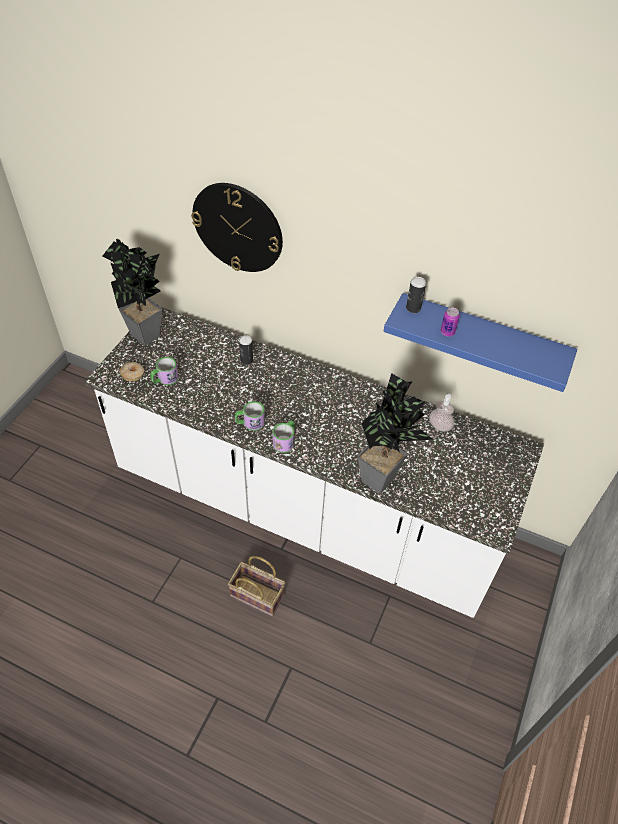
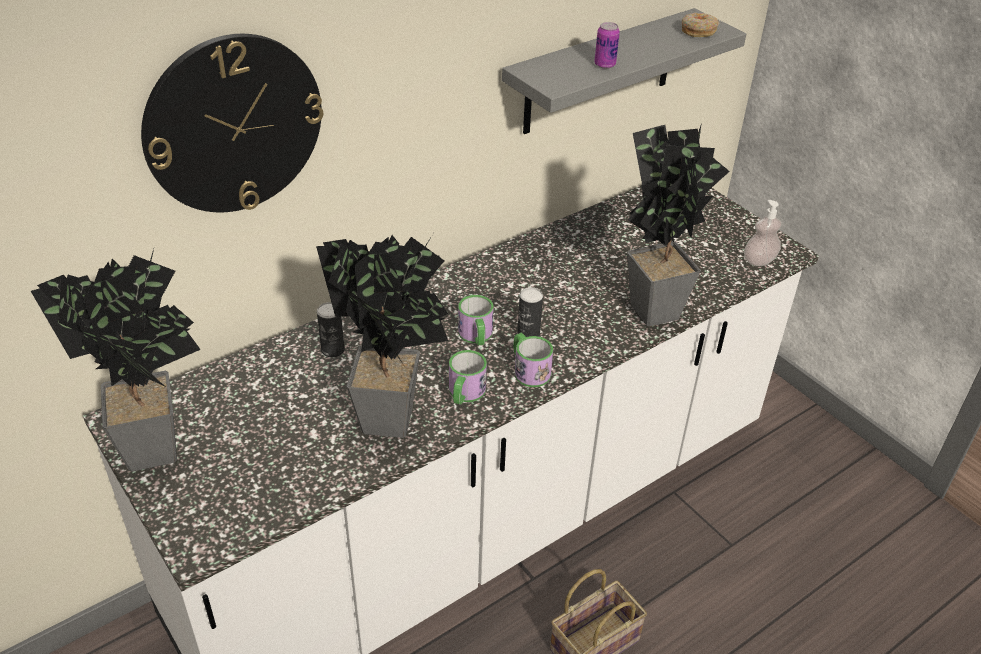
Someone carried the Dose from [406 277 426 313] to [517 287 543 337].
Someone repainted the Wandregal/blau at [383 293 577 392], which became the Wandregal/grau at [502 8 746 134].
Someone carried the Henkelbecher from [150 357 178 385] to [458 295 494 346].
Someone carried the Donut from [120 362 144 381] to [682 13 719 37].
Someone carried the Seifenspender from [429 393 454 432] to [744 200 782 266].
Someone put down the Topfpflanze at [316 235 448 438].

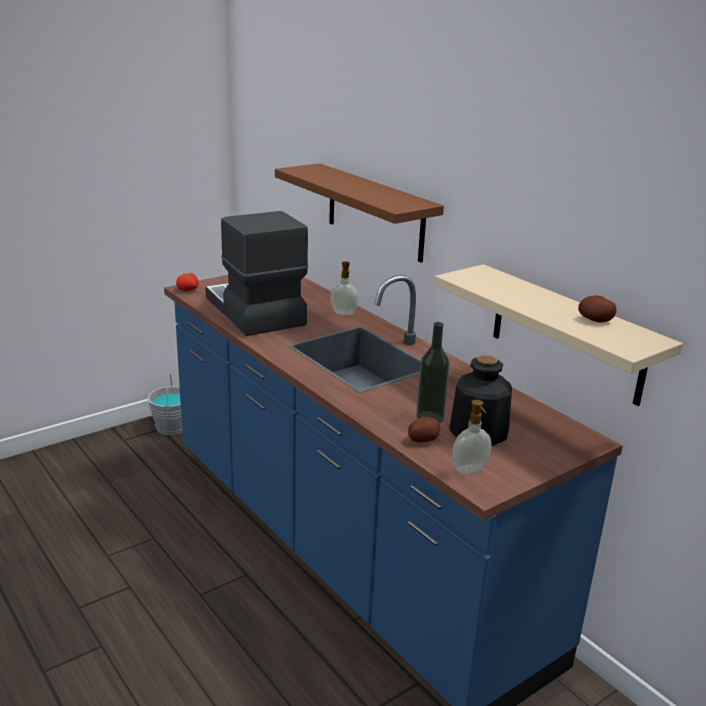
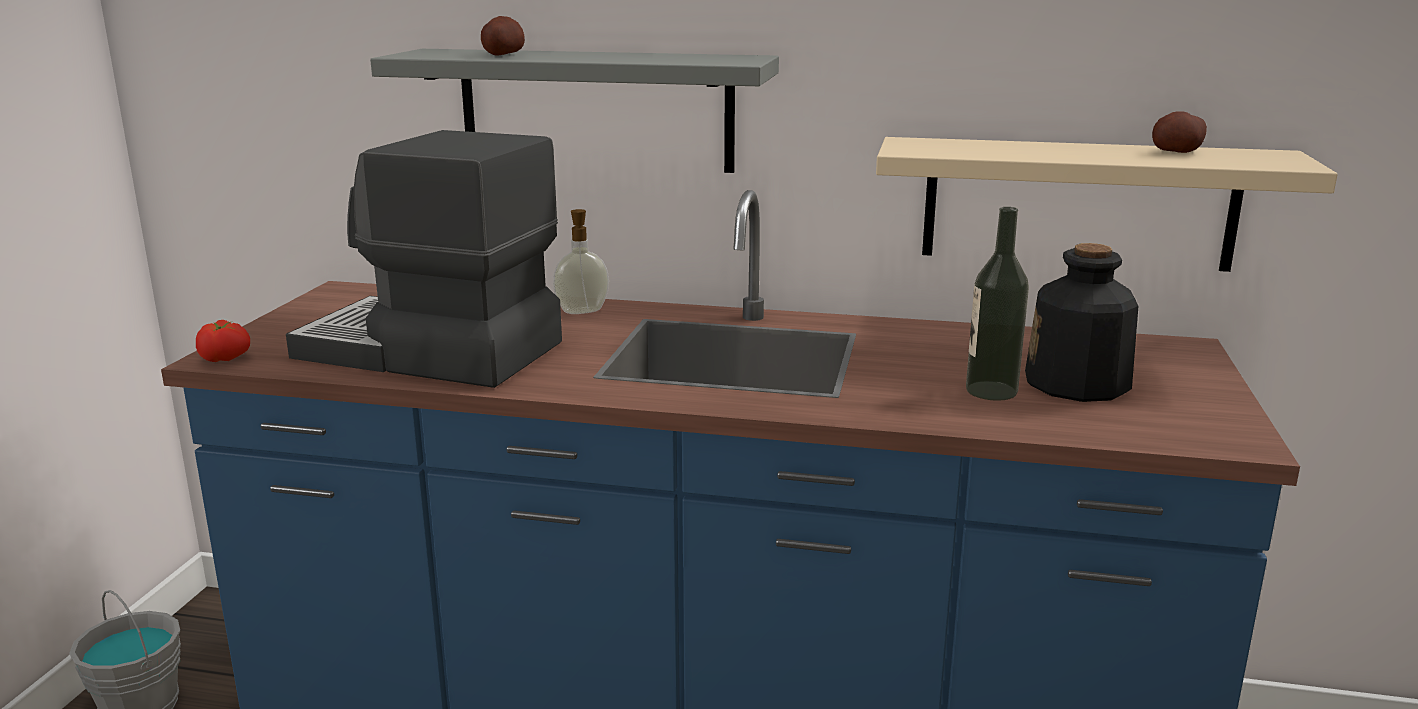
Someone repainted the Wandregal/braun at [275 163 444 263], which became the Wandregal/grau at [370 49 779 173].
Someone took away the Seifenspender at [452 400 492 474].
Someone carried the Kartoffel from [408 417 440 442] to [481 16 525 56].

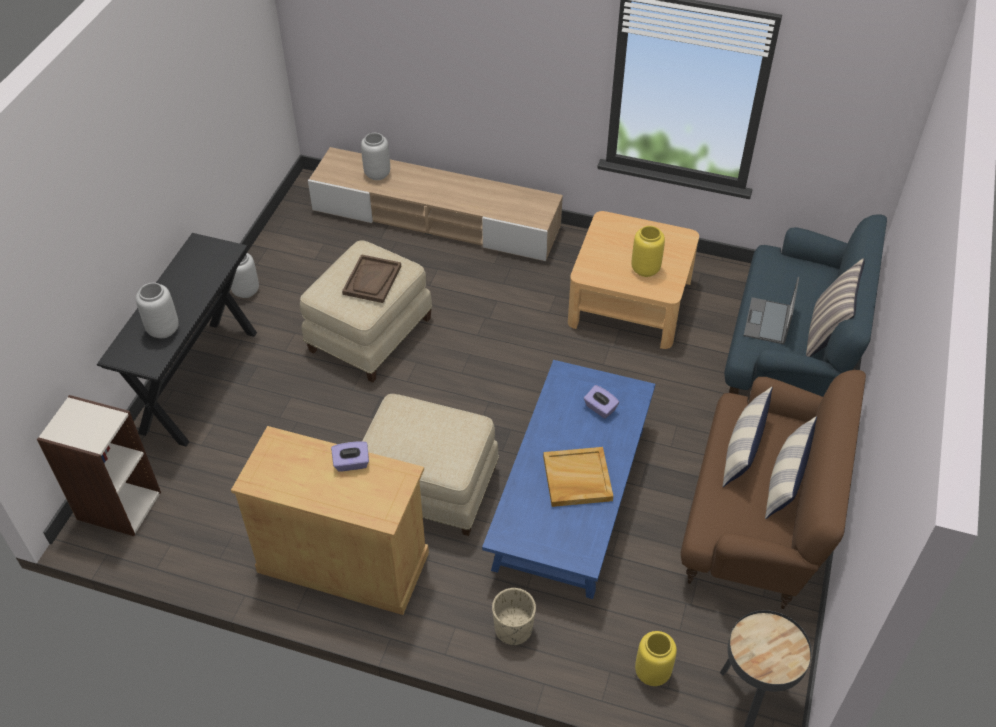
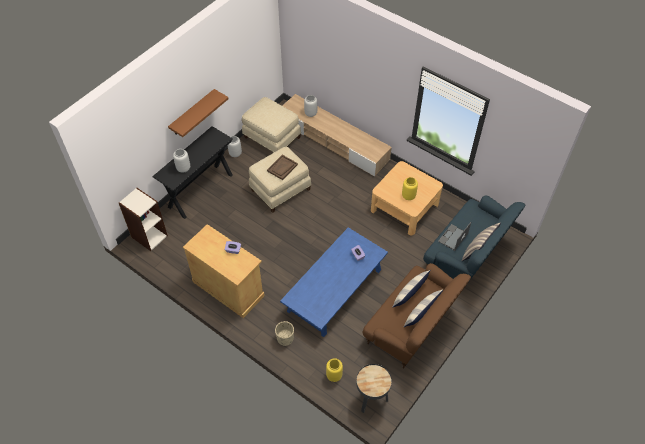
Someone carried the Polsterhocker/beige from [362 394 499 536] to [242 97 301 152].
Someone took away the Tablett/beige at [543 447 613 507].
Someone put up the Wandregal/braun at [168 89 229 137].

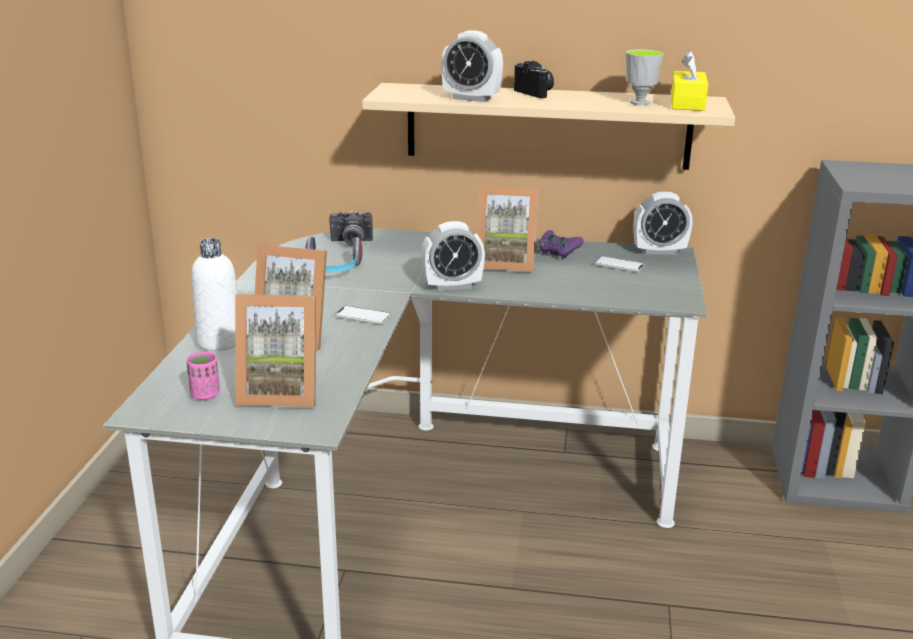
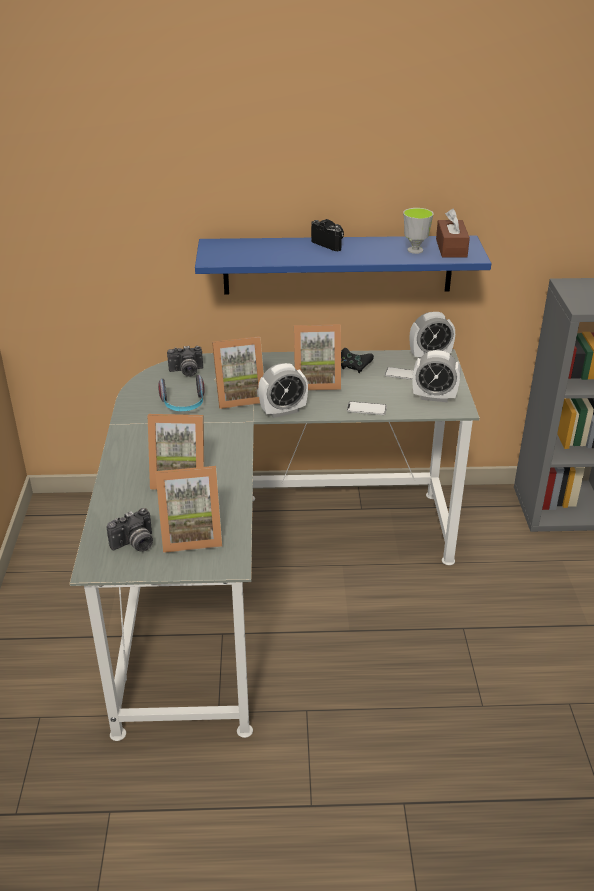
Someone carried the Wecker from [441 30 503 102] to [413 350 461 402].
Someone repainted the Taschentuchbox/gelb at [671 51 708 111], which became the Taschentuchbox/braun at [436 209 470 258].
Someone repainted the Wandregal/beige at [362 83 735 170], which became the Wandregal/blau at [195 236 491 295].
Someone repainted the Gamepad/lila at [539 230 584 260], which became the Gamepad/schwarz at [341 348 374 373].
Someone took away the Flasche/weiß at [191 238 238 351].
Someone carried the Handy from [335 306 392 324] to [347 401 387 415].
Someone swapped the Tasse/rosa at [186 352 220 400] for the Kamera at [106 508 153 552].
Someone put down the Bilderrahmen at [212 336 264 409].

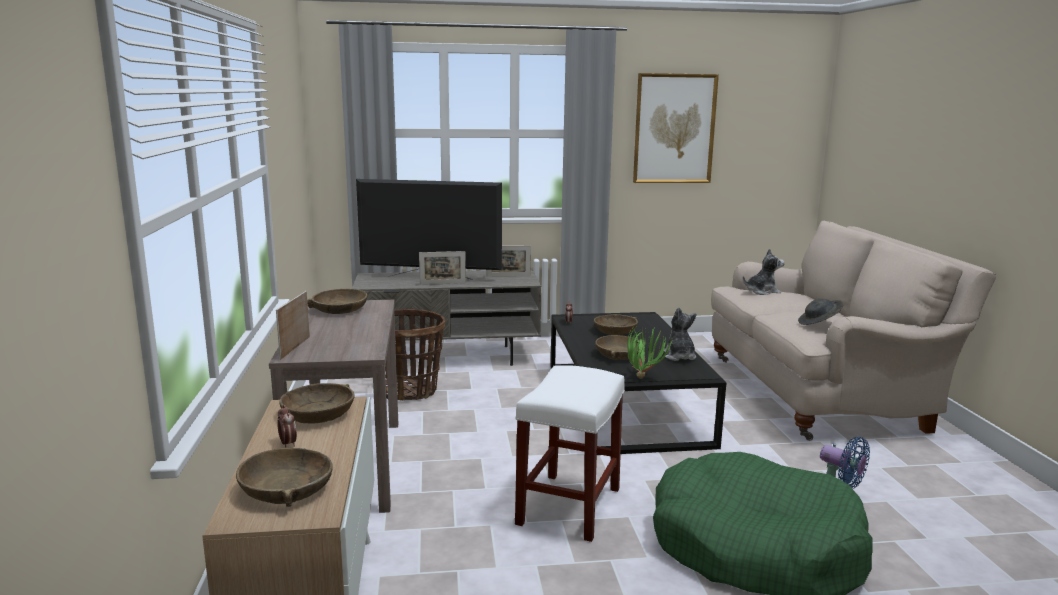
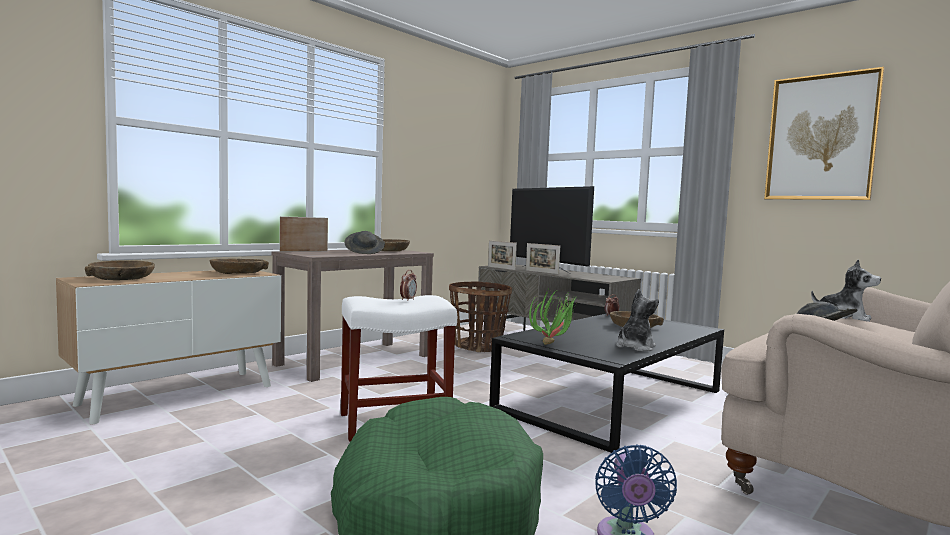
Someone carried the Bilderrahmen from [487 246 531 277] to [488 240 517 270].
Someone took away the Schüssel/braun at [595 335 643 360].
Someone carried the Wecker from [277 405 297 447] to [400 270 417 301].
Someone put down the Hut/grau at [344 231 385 254].

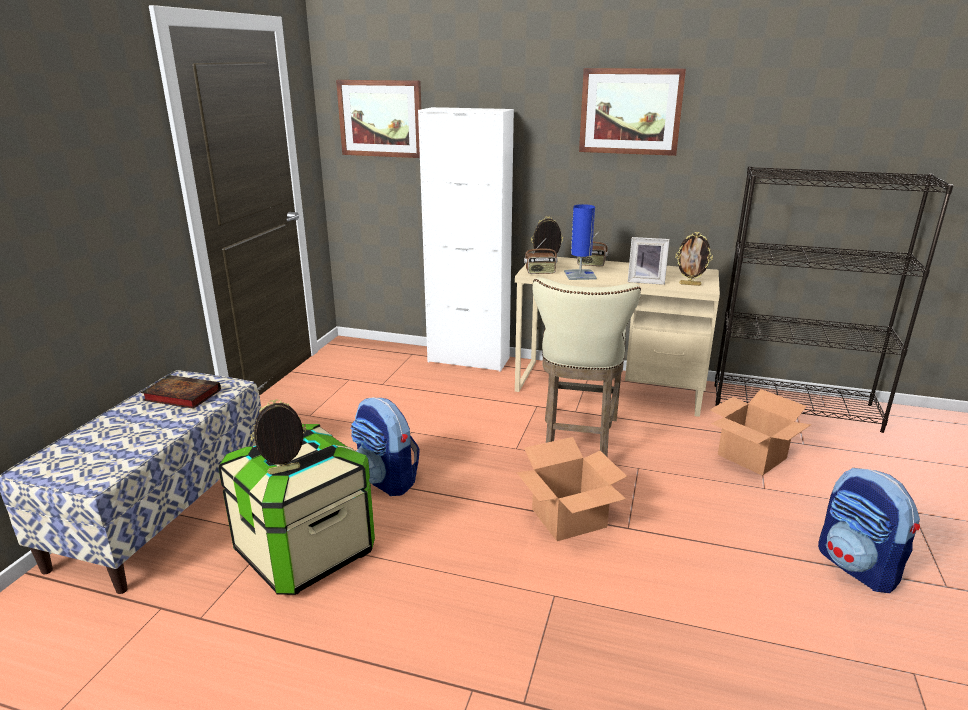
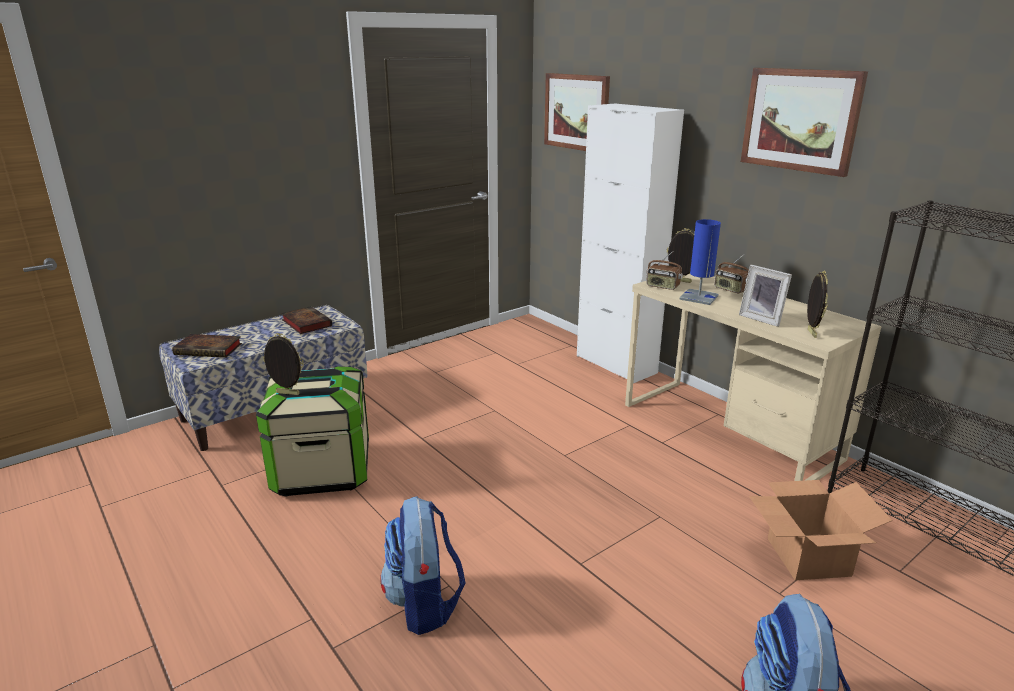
Someone rotated the Bilderrahmen at [675 232 713 286] by 135 degrees counterclockwise.
Someone took away the Hocker/beige at [532 277 641 457].
Someone carried the Rucksack from [350 397 420 496] to [380 496 466 635].
Someone took away the Karton at [517 437 627 541].
Someone put down the Buch at [172 334 242 358].

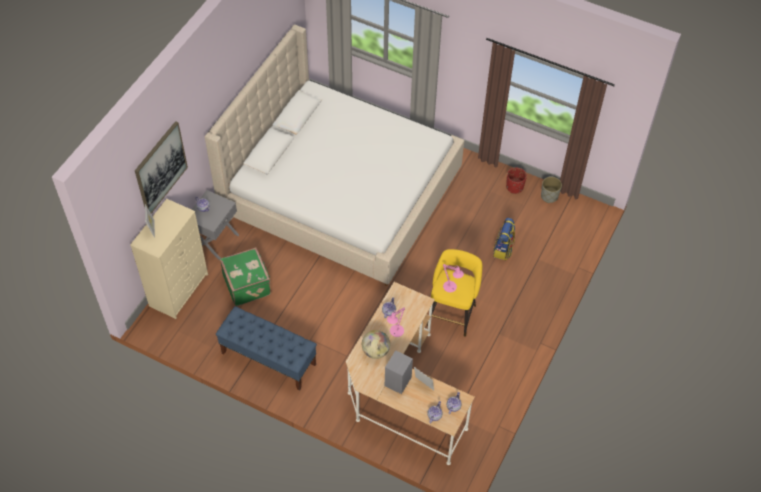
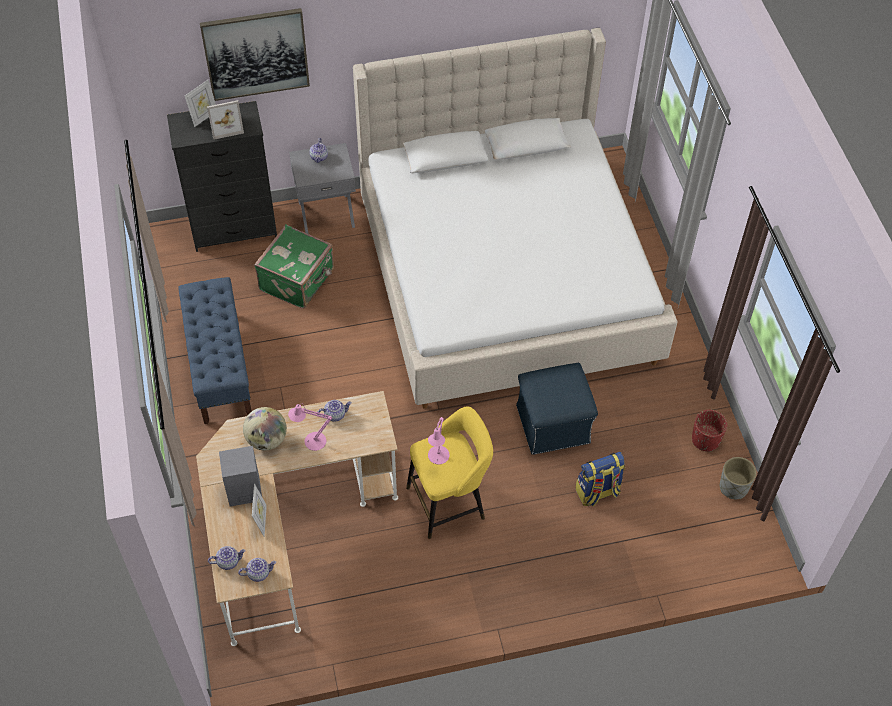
Someone repainted the Kommode/beige at [130 199 208 319], which became the Kommode/schwarz at [167 101 277 252].
Someone put down the Bilderrahmen at [207 100 244 140].
Someone put down the Polsterhocker/blau at [516 363 598 455].

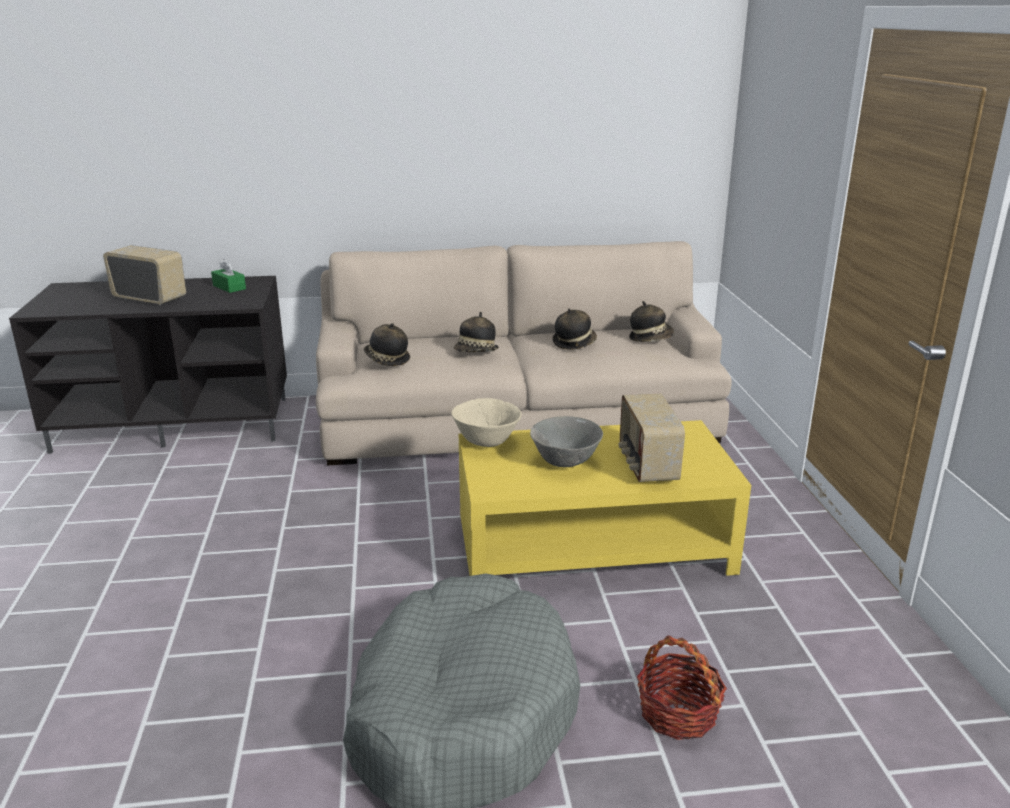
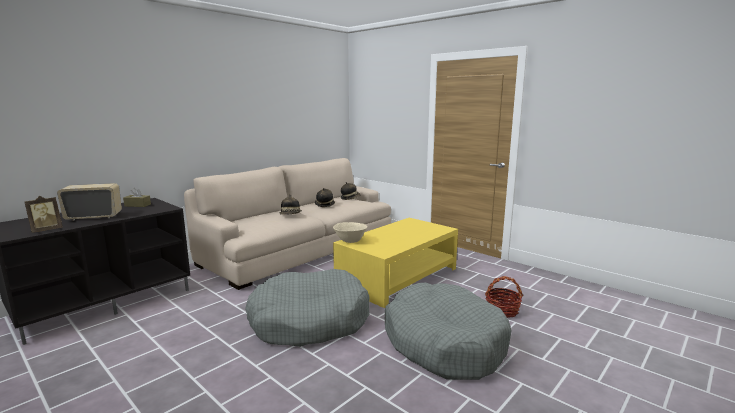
Someone repainted the Taschentuchbox/grün at [211 259 246 293], which became the Taschentuchbox/braun at [123 188 151 207].
Someone took away the Hut at [364 323 410 366].
Someone took away the Radio at [619 394 685 482].
Someone took away the Schüssel/grau at [530 416 603 467].
Someone put down the Bilderrahmen at [24 196 63 233].
Someone put down the Hundebett/grau at [245 269 370 347].

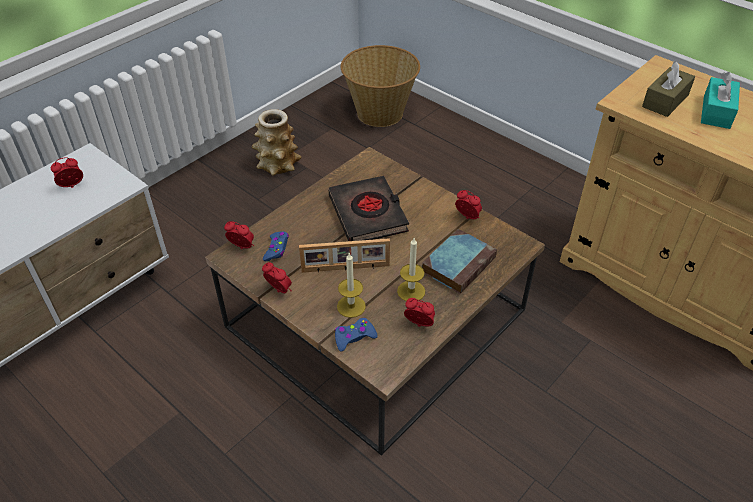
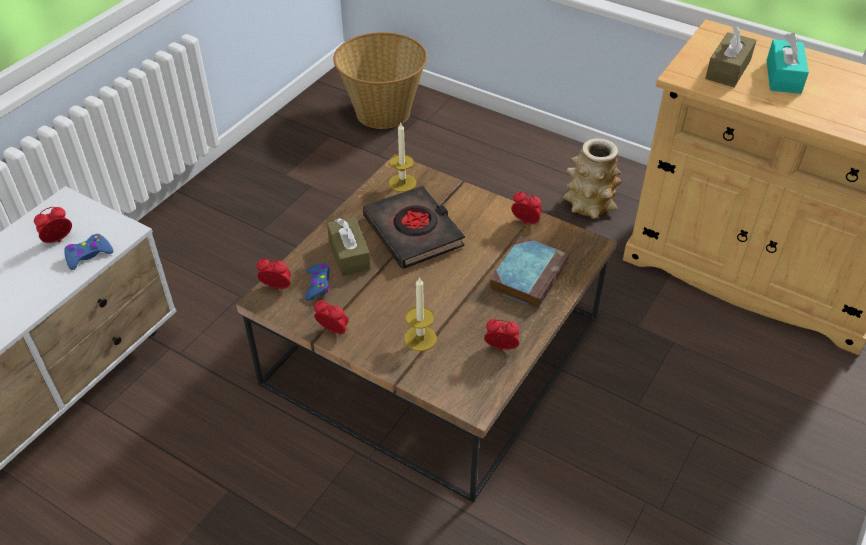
Someone carried the Vase from [252 109 301 176] to [563 138 622 219].
Someone took away the Bilderrahmen at [299 238 390 273].
Someone carried the Kerze from [397 238 425 301] to [389 123 416 192].
Someone carried the Gamepad/blau from [335 318 378 352] to [64 234 113 270].
Someone put down the Taschentuchbox/braun at [327 217 371 276].

